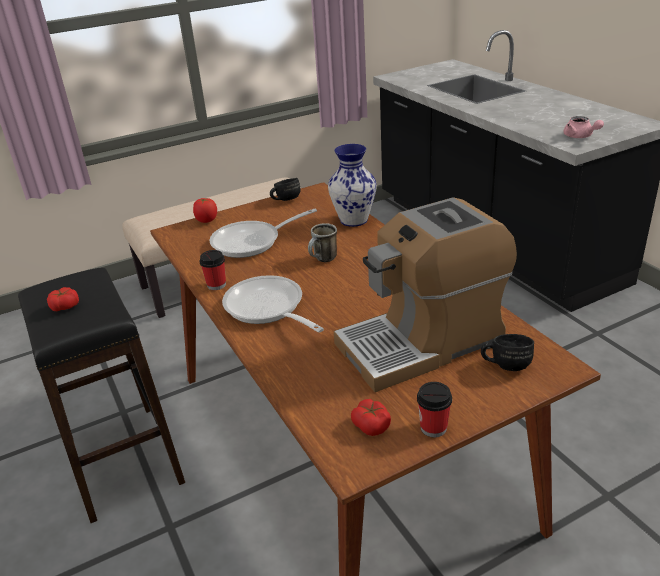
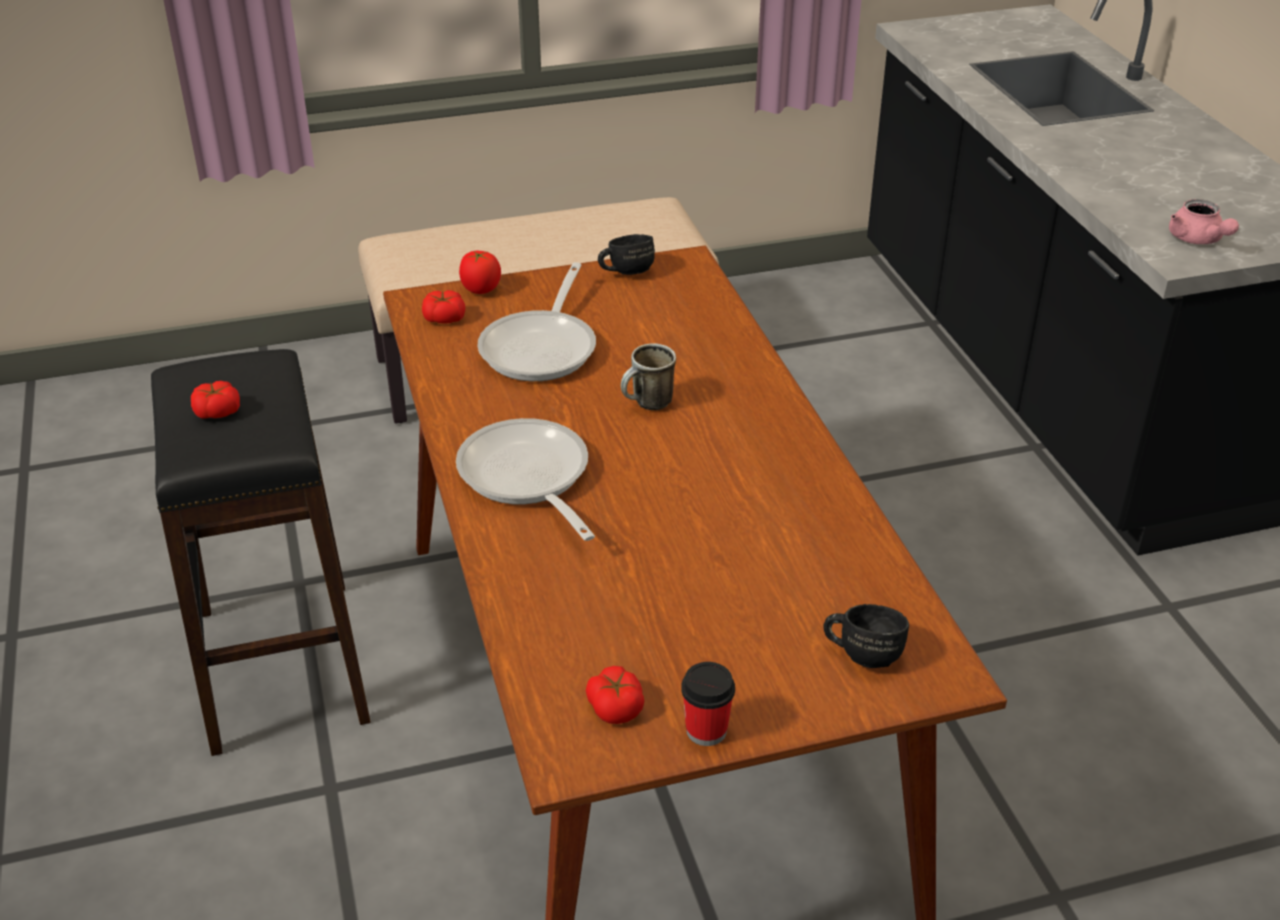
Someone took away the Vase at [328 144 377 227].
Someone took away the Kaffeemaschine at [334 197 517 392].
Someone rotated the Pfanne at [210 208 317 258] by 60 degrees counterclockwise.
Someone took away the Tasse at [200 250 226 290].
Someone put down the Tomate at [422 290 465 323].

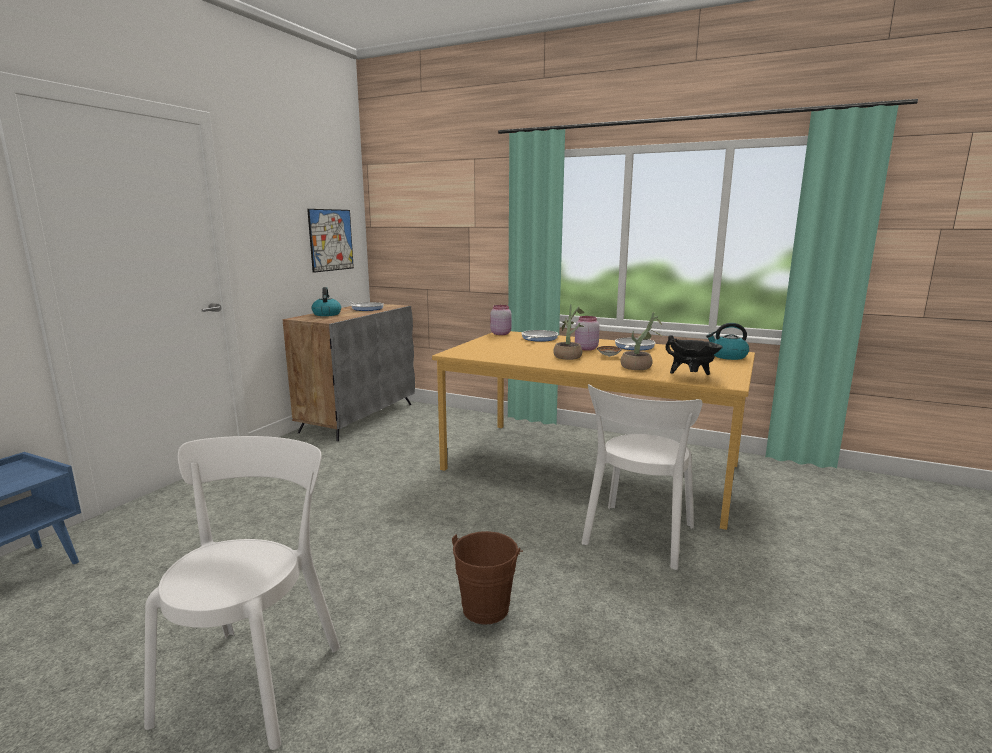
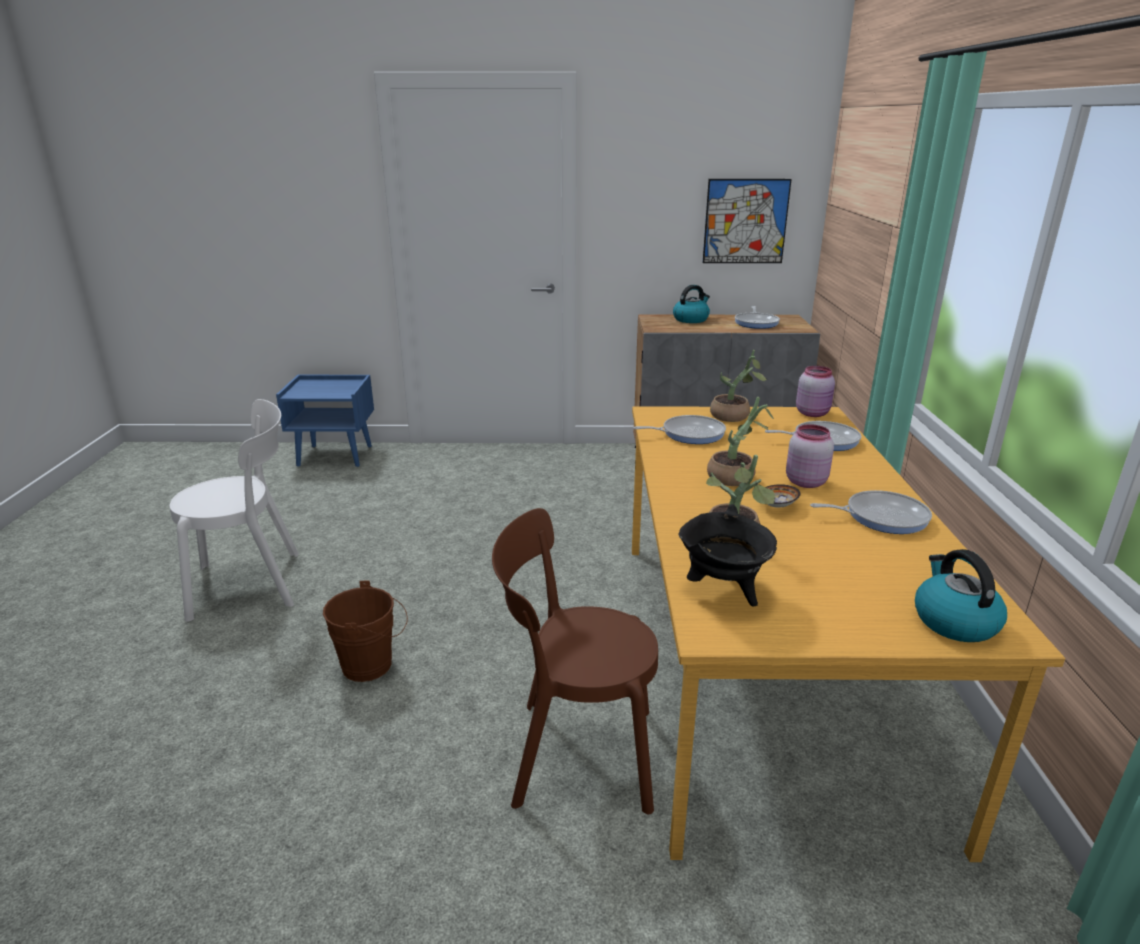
Someone repainted the Stuhl/weiß at [582 384 702 570], which became the Stuhl/braun at [492 508 658 814].
Someone put down the Topfpflanze at [710 350 768 422].
Someone put down the Pfanne at [634 415 726 444].

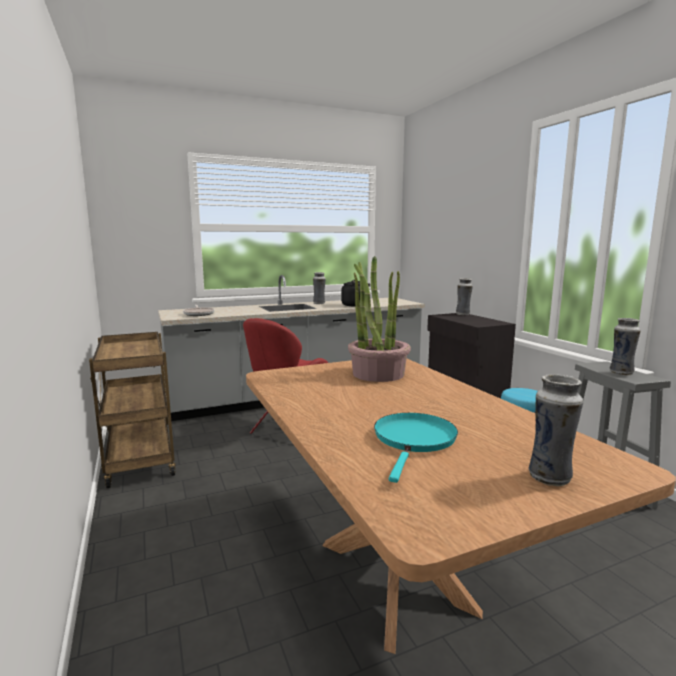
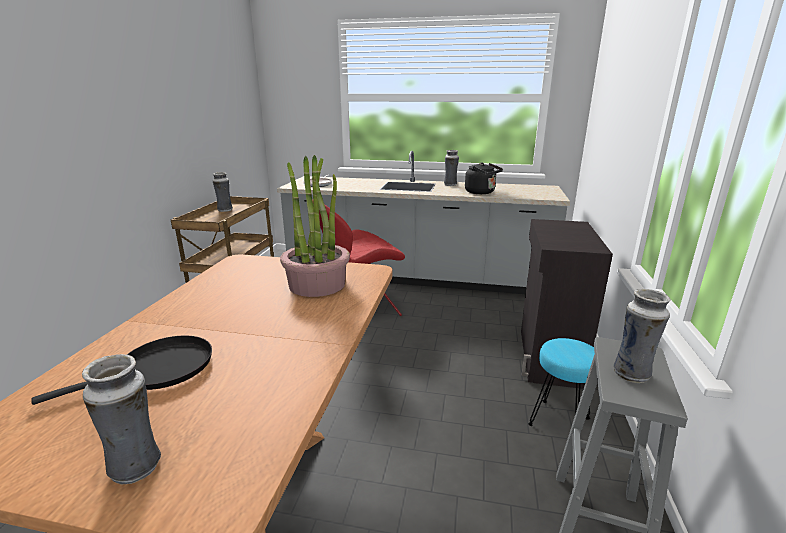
Someone carried the Vase from [456 278 473 315] to [213 172 233 212].
Someone repainted the Pfanne/türkis at [374 413 458 483], which became the Pfanne/schwarz at [31 336 212 405].

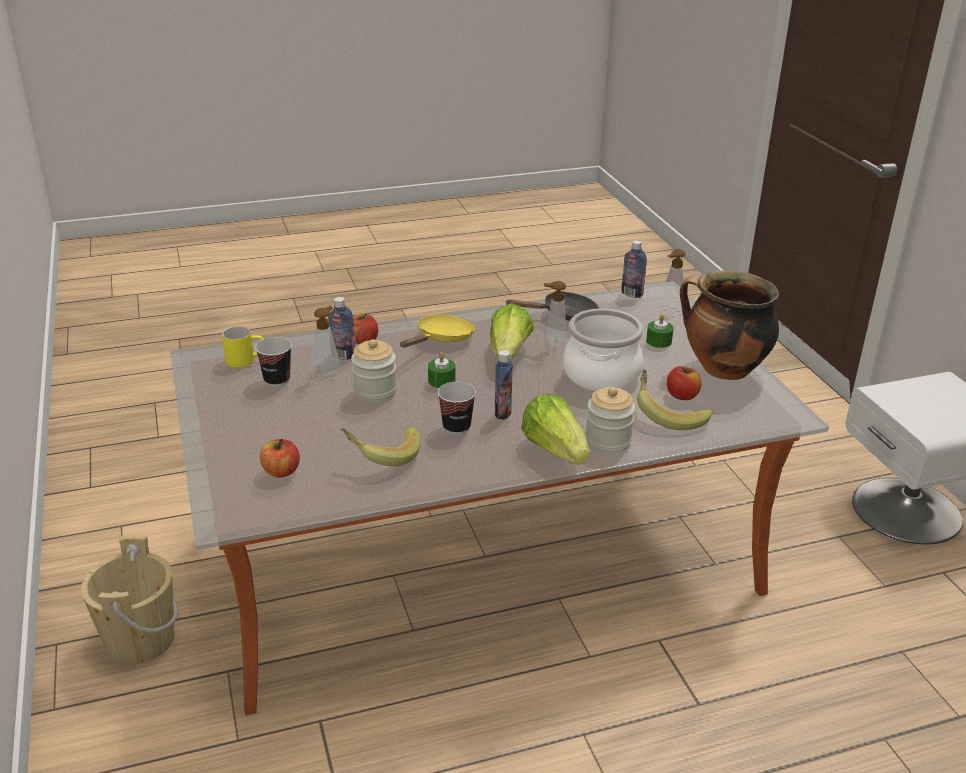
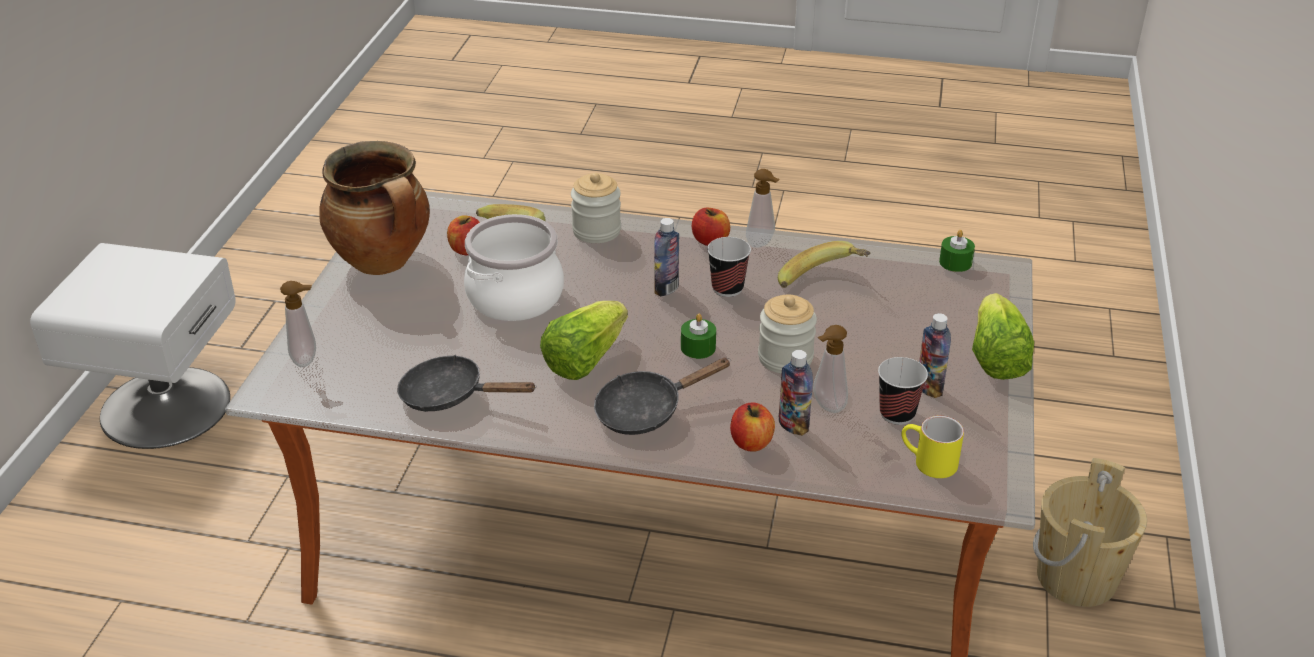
Someone carried the Flasche from [621 240 647 298] to [919 313 951 398].
Someone carried the Seifenspender from [544 281 566 347] to [746 169 780 248].
Someone carried the Kerze/grün from [646 314 674 348] to [939 230 975 272].
Someone repainted the Pfanne/gelb at [400 315 475 348], which became the Pfanne/schwarz at [594 358 731 435].
Someone carried the Salatkopf from [521 394 590 465] to [972 293 1034 380].
Someone carried the Apfel from [260 438 300 478] to [692 208 730 246].

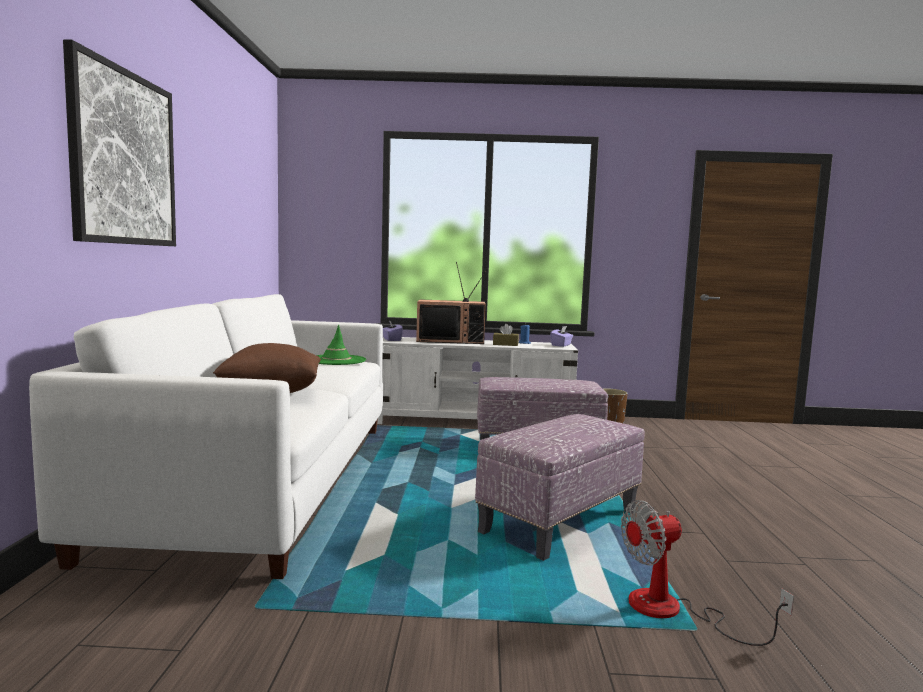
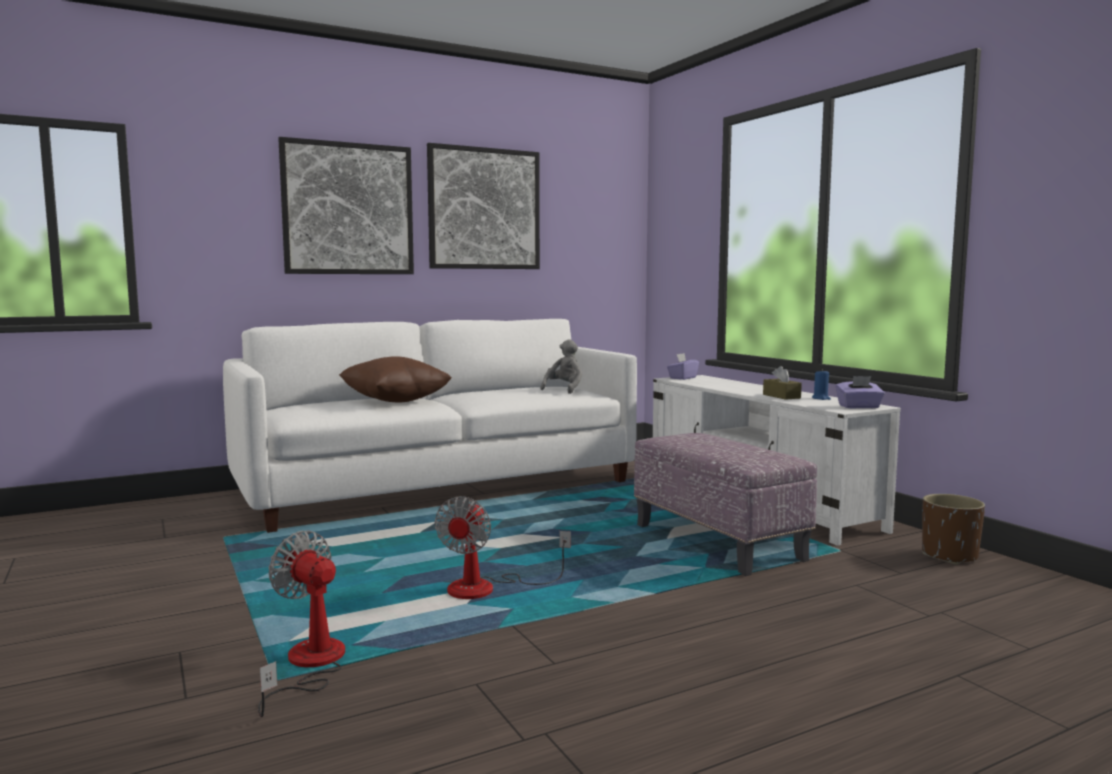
Someone took away the Fernseher at [416 262 488 344].
Someone swapped the Hut/grün at [316 325 366 365] for the Plüschtier/grau at [541 339 582 394].
Someone swapped the Polsterhocker at [475 414 645 561] for the Ventilator at [435 496 571 599].
Someone put up the Bild at [427 143 540 269].

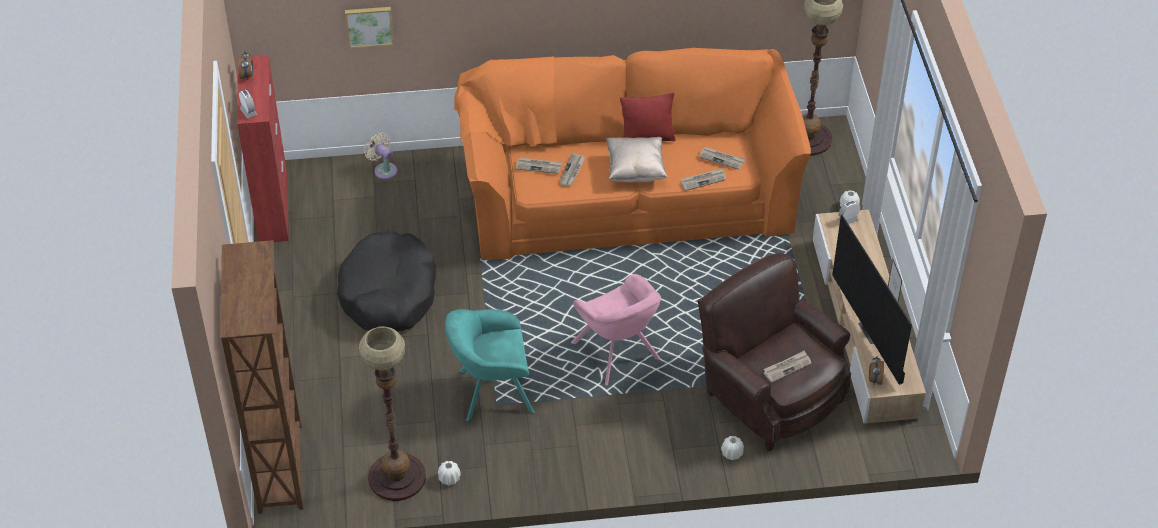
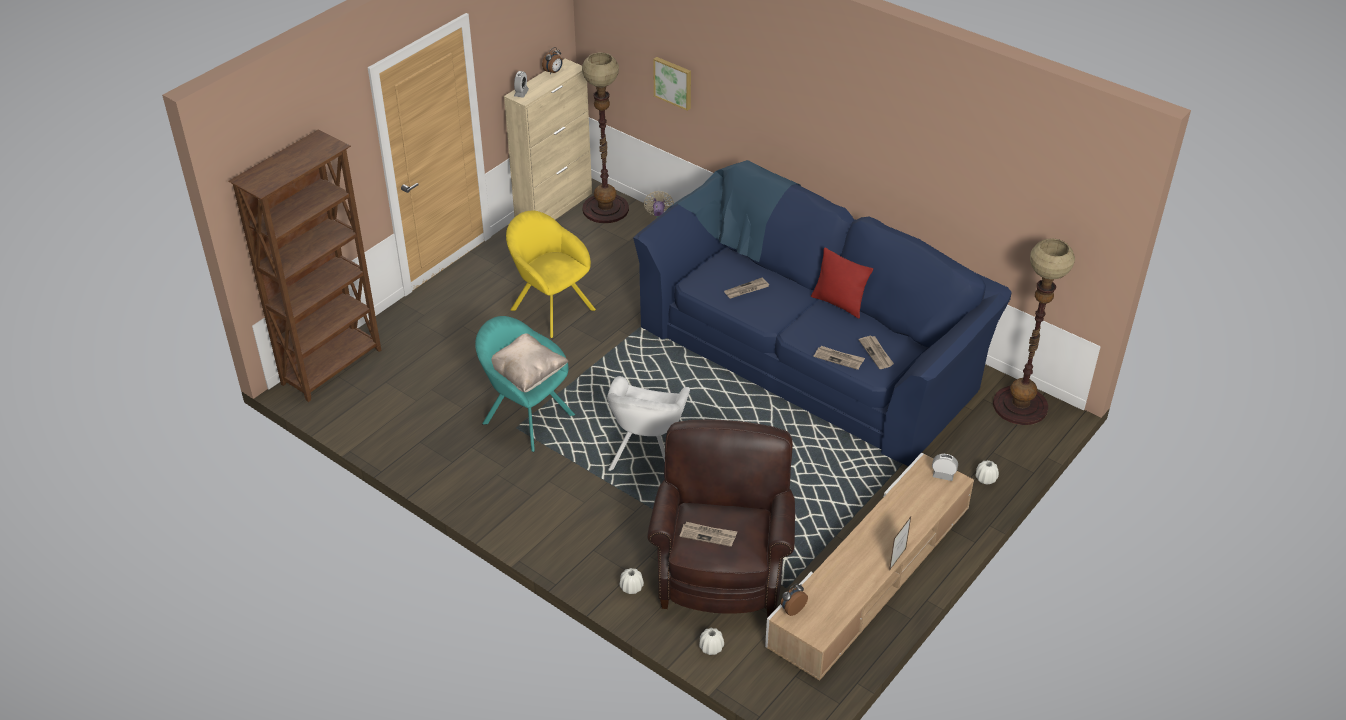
Someone repainted the Sofa/orange at [454 48 811 260], which became the Sofa/blau at [633 160 1012 466].
Someone repainted the Schrank/rot at [237 55 289 242], which became the Schrank/beige at [504 59 592 220].
Someone carried the Kissen/beige from [606 137 667 182] to [492 333 568 392].
Someone took away the Zeitung at [515 157 562 174].
Someone took away the Fernseher at [832 215 912 385].
Someone swapped the Hundebett/schwarz at [337 231 436 332] for the Sessel/gelb at [506 211 596 338].
Someone repainted the Sessel/rosa at [571 274 661 386], which became the Sessel/weiß at [607 376 690 471].
Someone carried the Stehlampe from [359 326 426 501] to [582 52 629 223].
Someone carried the Vase/weiß from [438 461 461 485] to [699 628 724 655].

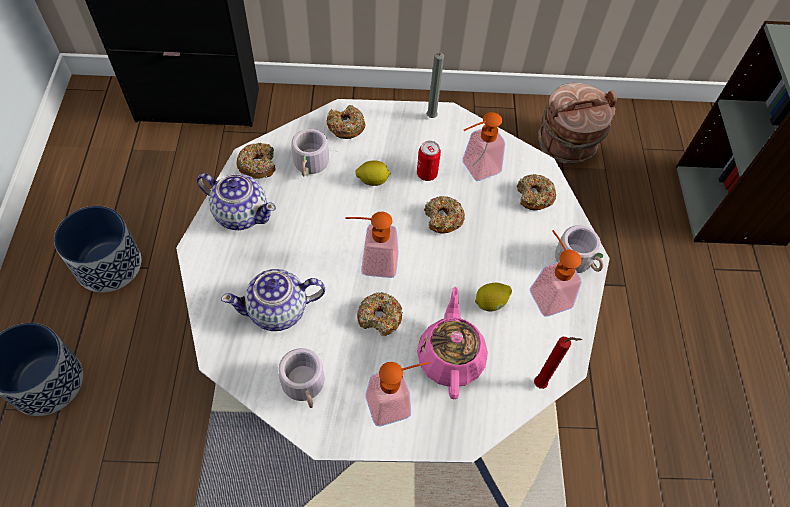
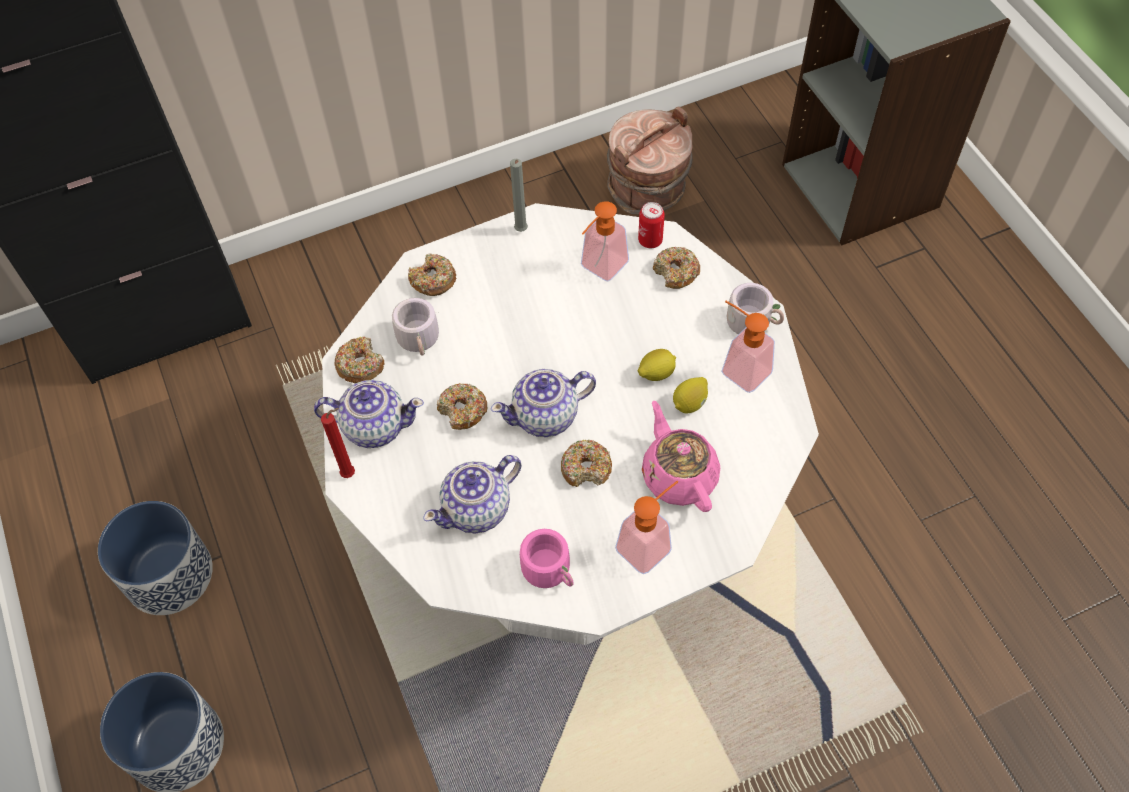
Someone carried the Dose from [417 141 441 181] to [638 202 665 248].
Someone carried the Zitrone from [355 160 391 186] to [638 349 676 381].
Someone carried the Donut from [424 196 465 234] to [437 383 487 430].
Someone swapped the Seifenspender at [345 212 399 278] for the Teekanne at [491 369 596 437].
Someone carried the Kerze/rot from [534 337 582 389] to [321 408 355 478].
Someone repainted the Henkelbecher/grau at [278 348 324 408], which became the Henkelbecher/rosa at [520 529 574 588].

